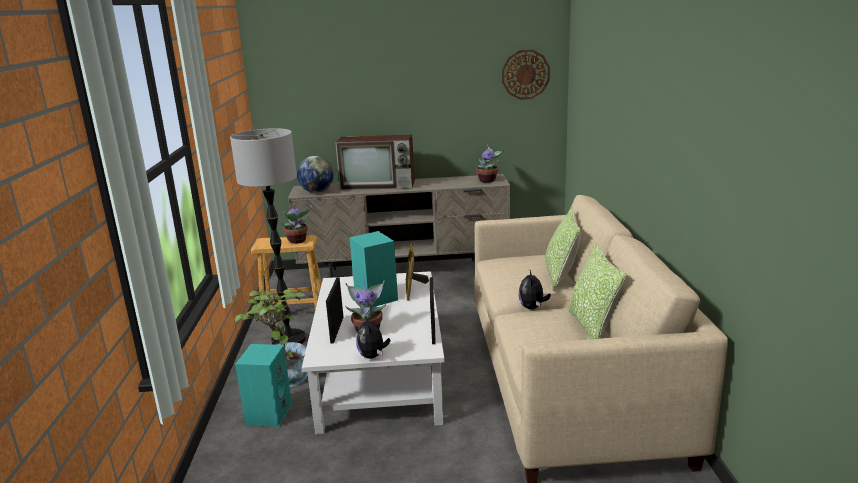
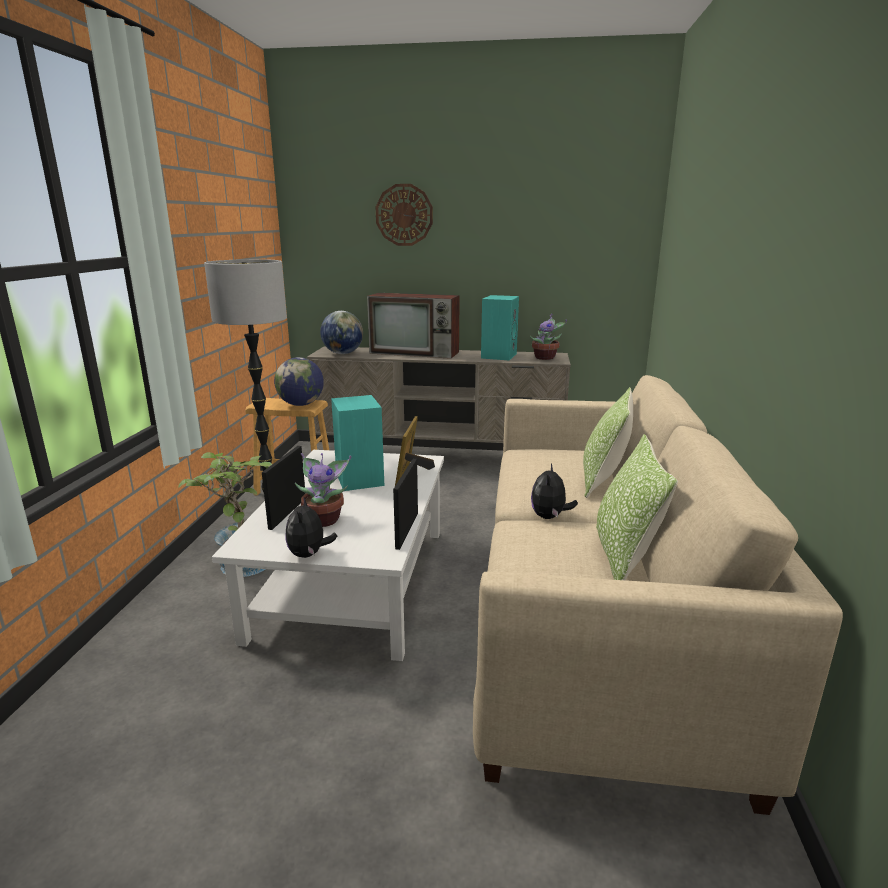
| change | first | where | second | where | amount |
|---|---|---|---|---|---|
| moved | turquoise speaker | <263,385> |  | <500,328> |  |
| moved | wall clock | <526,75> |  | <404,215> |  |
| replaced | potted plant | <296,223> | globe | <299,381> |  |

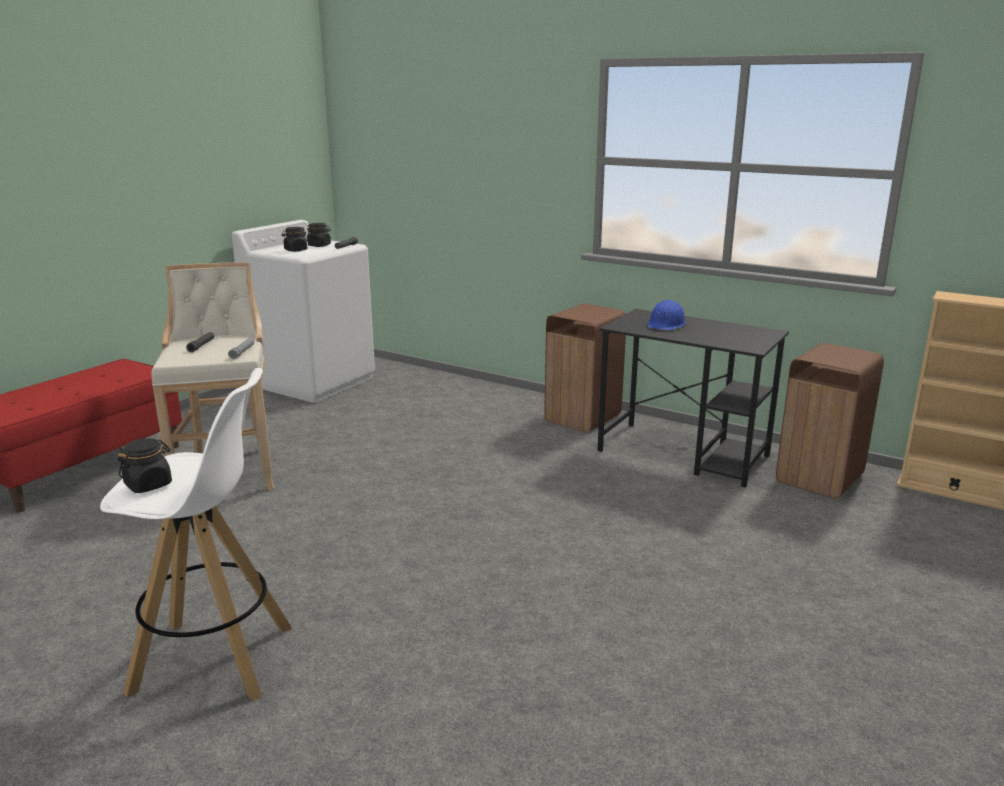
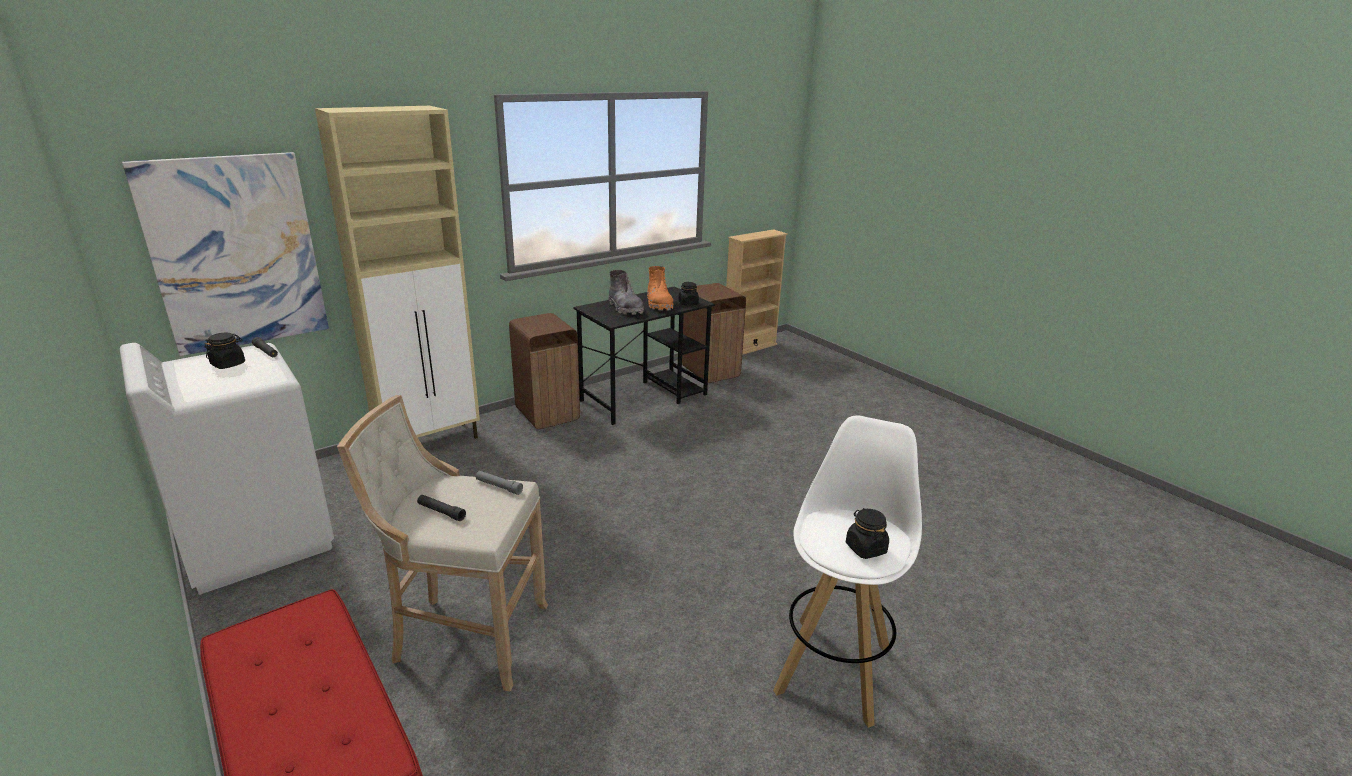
| change | first | where | second | where | amount |
|---|---|---|---|---|---|
| added |  |  | picture | <225,254> |  |
| added |  |  | beige cabinet | <397,272> |  |
| added |  |  | orange boot | <660,288> |  |
| moved | black jar | <295,239> |  | <689,293> |  |
| replaced | blue hard hat | <667,315> | grey boot | <626,292> |  |

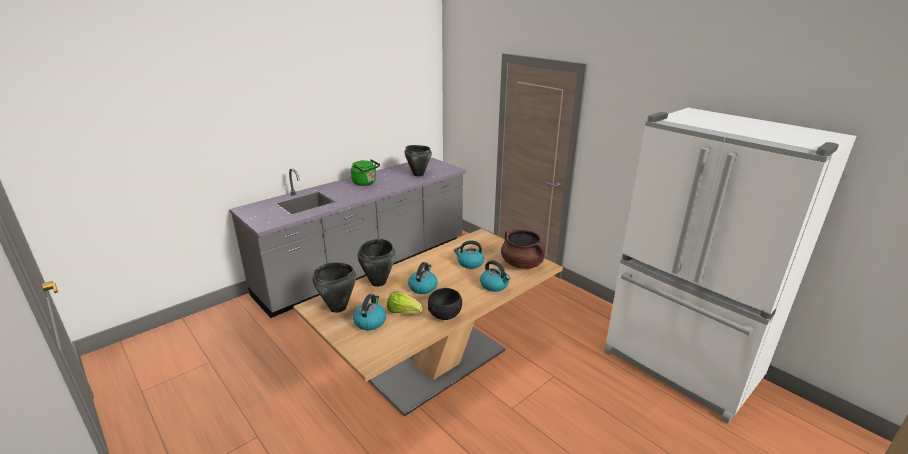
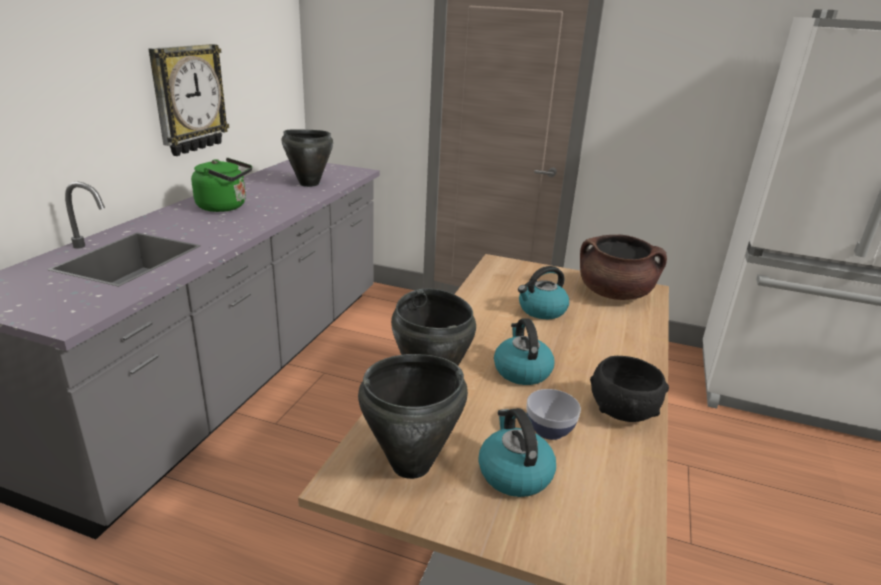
| change | first | where | second | where | amount |
|---|---|---|---|---|---|
| removed | kettle | <495,276> |  |  |  |
| added |  |  | wall clock | <188,100> |  |
| replaced | lettuce | <405,302> | bowl | <553,414> |  |

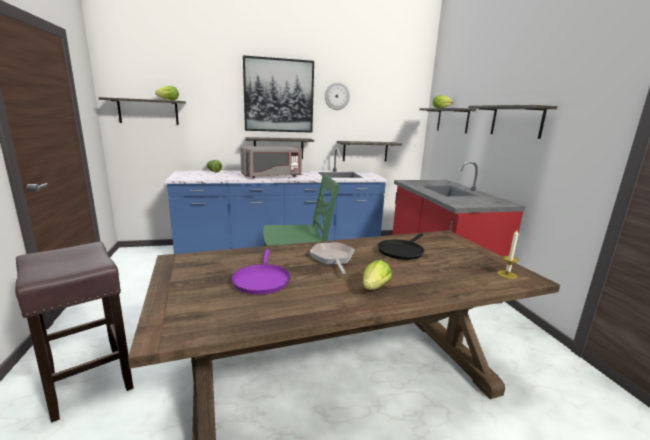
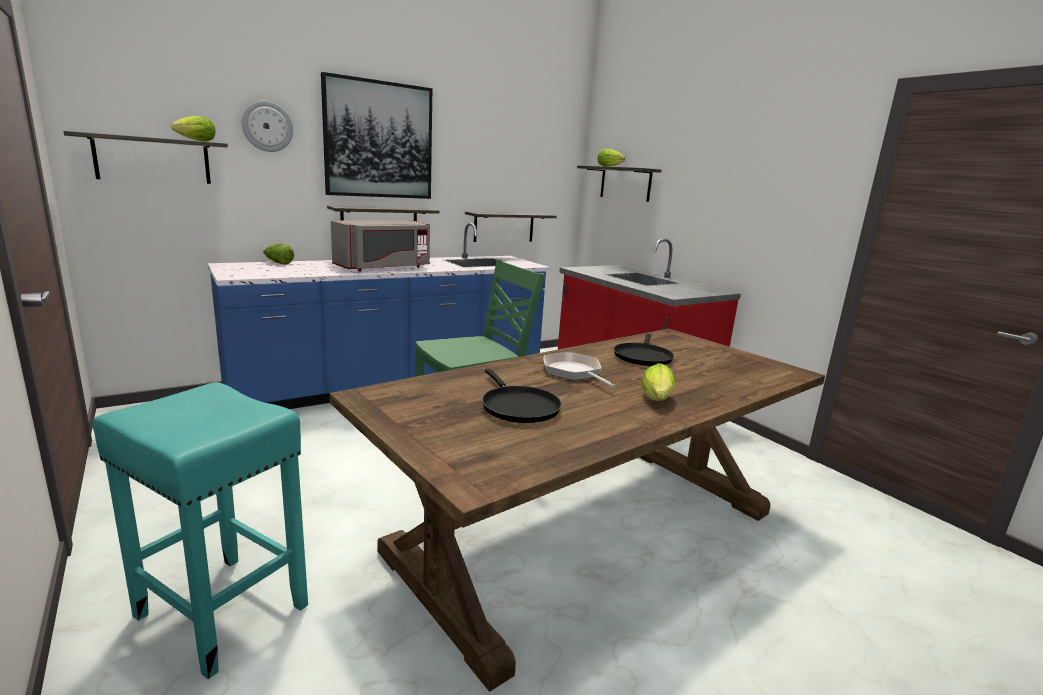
| change | first | where | second | where | amount |
|---|---|---|---|---|---|
| removed | shelf | <513,122> |  |  |  |
| removed | candle | <508,254> |  |  |  |
| moved | wall clock | <337,96> |  | <267,126> |  |
| recoloured | brown stool | <74,332> | turquoise stool | <200,530> |  |
| recoloured | purple frying pan | <261,271> | black frying pan | <522,396> |  |

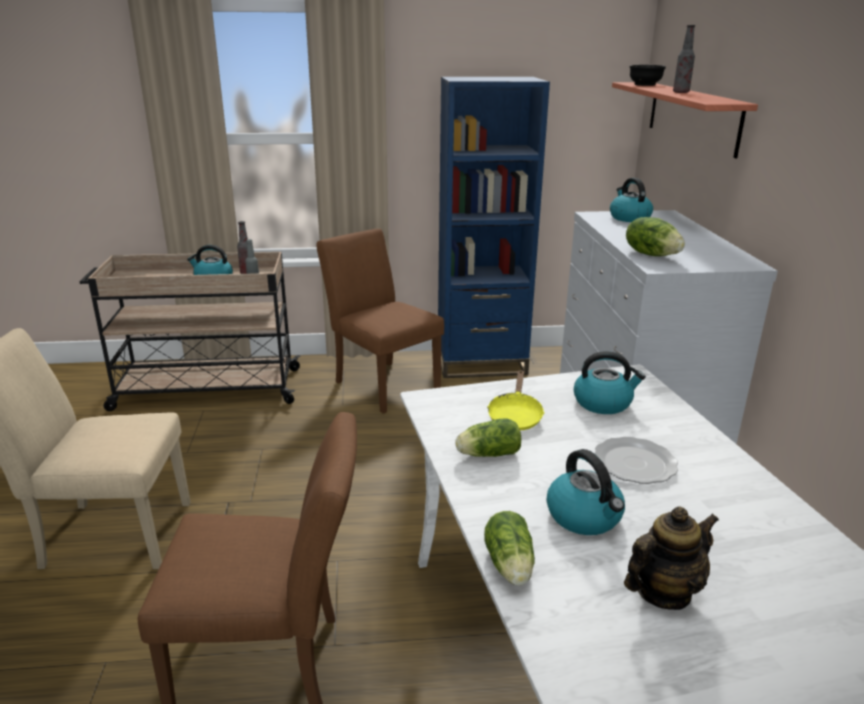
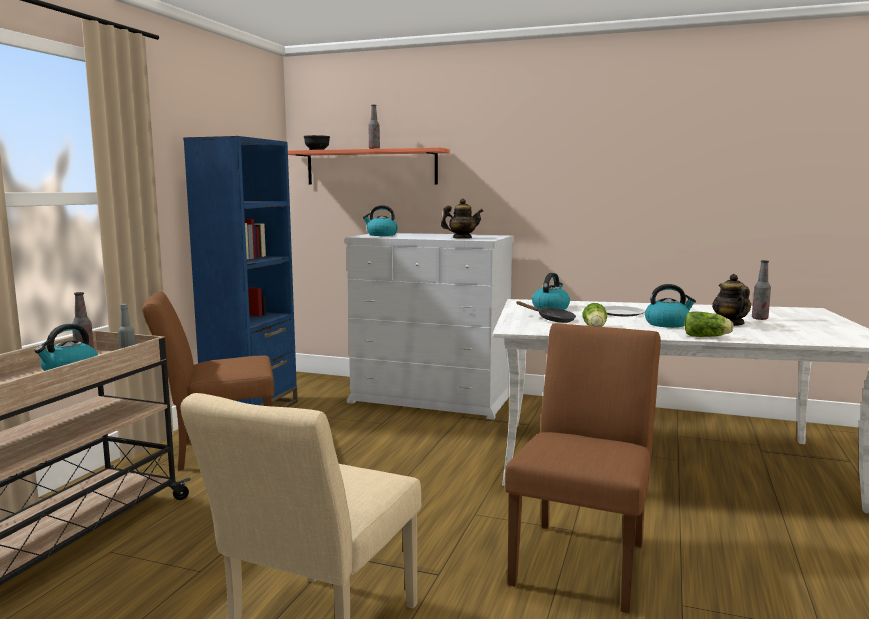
| change | first | where | second | where | amount |
|---|---|---|---|---|---|
| added |  |  | bottle | <761,290> |  |
| replaced | lettuce | <655,236> | teapot | <462,218> |  |
| recoloured | yellow frying pan | <516,400> | black frying pan | <546,312> |  |

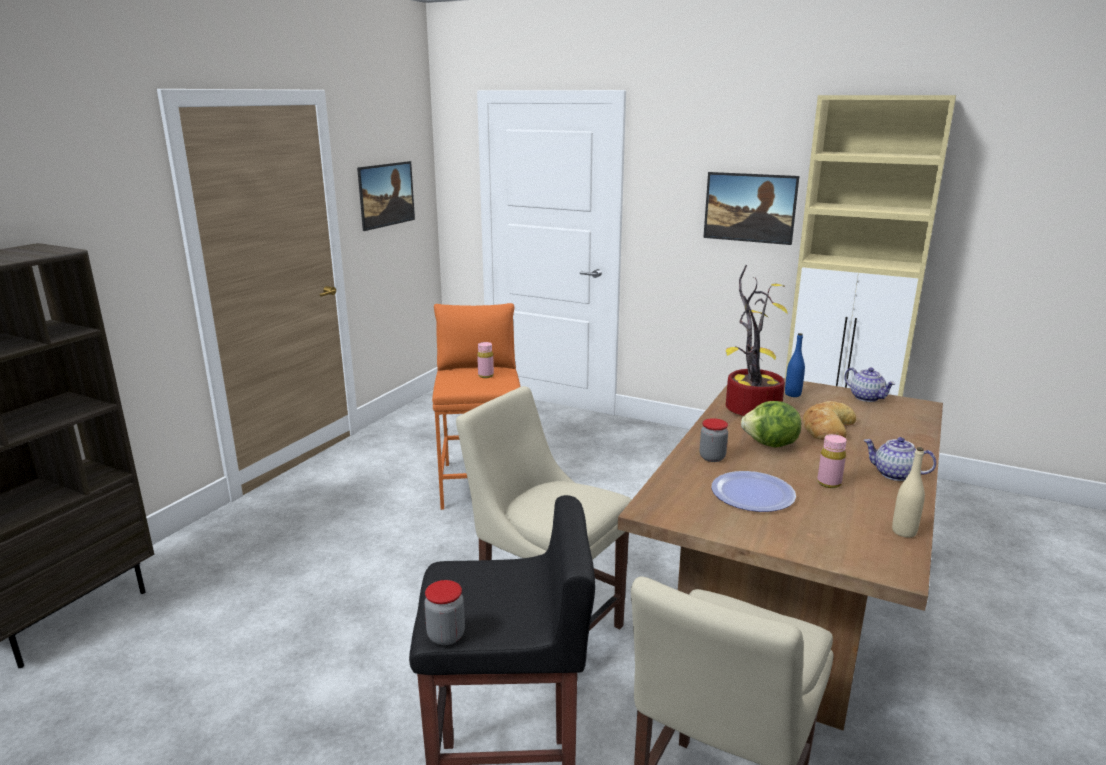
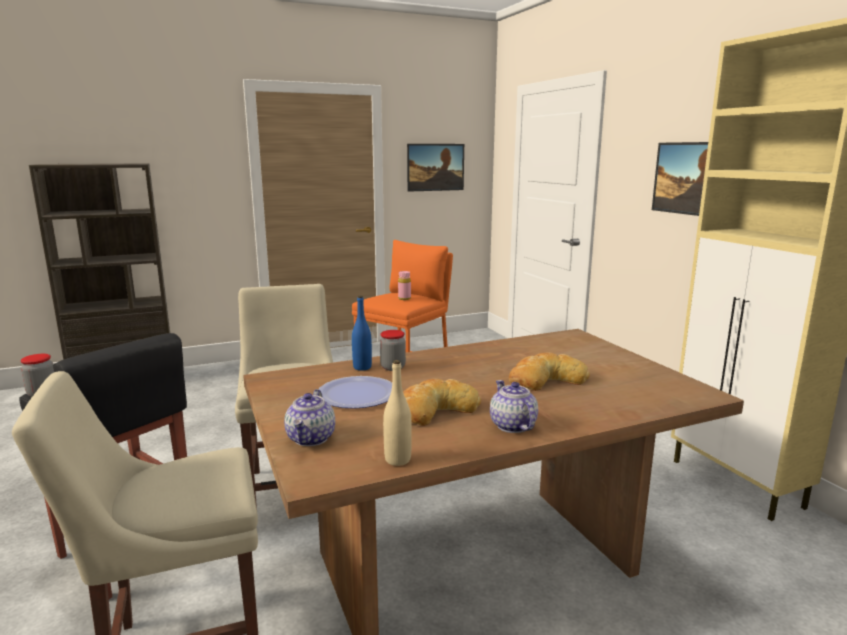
| change | first | where | second | where | amount |
|---|---|---|---|---|---|
| removed | potted plant | <757,340> |  |  |  |
| removed | lettuce | <771,424> |  |  |  |
| moved | blue bottle | <795,365> |  | <362,333> |  |
| moved | teapot | <869,385> |  | <309,417> |  |
| replaced | pink bottle | <832,461> | bread | <442,402> |  |

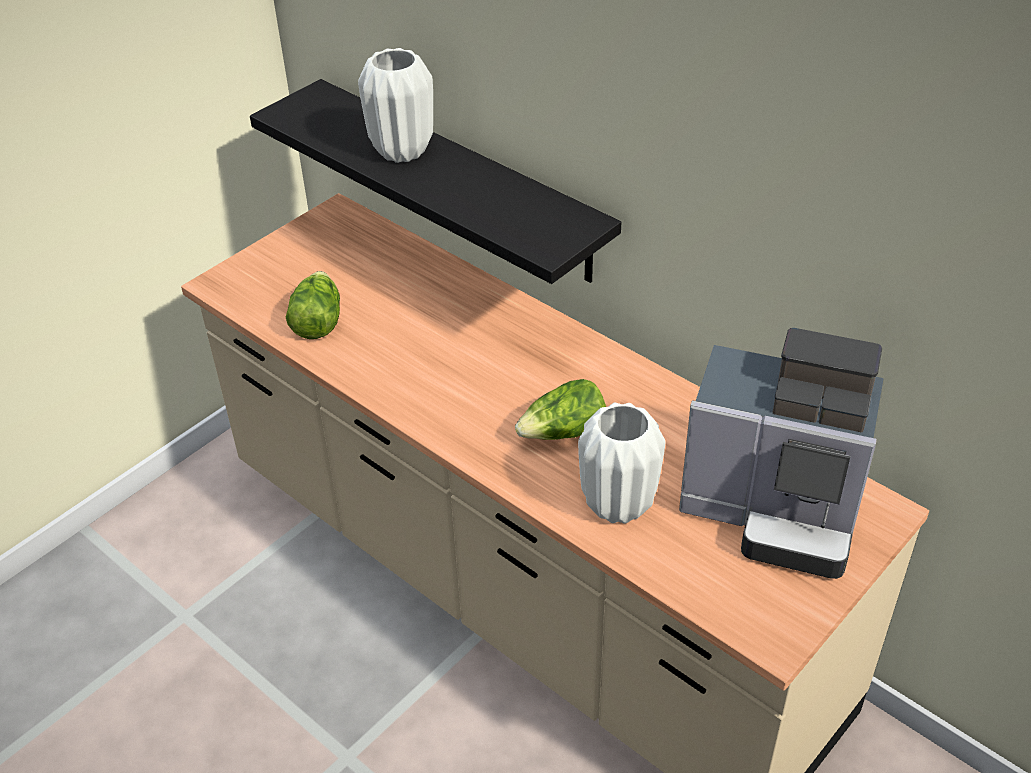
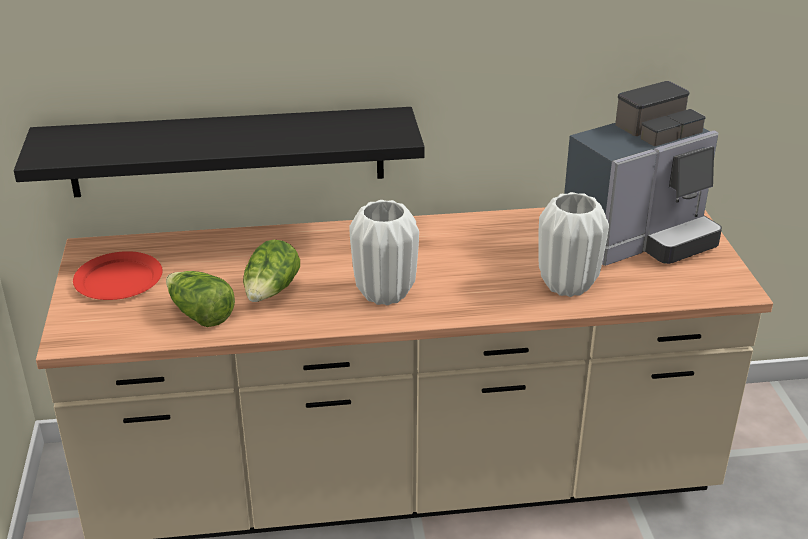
| change | first | where | second | where | amount |
|---|---|---|---|---|---|
| added |  |  | red plate | <118,275> |  |
| moved | white vase | <395,105> |  | <384,252> |  |
| moved | lettuce | <560,409> |  | <271,271> |  |

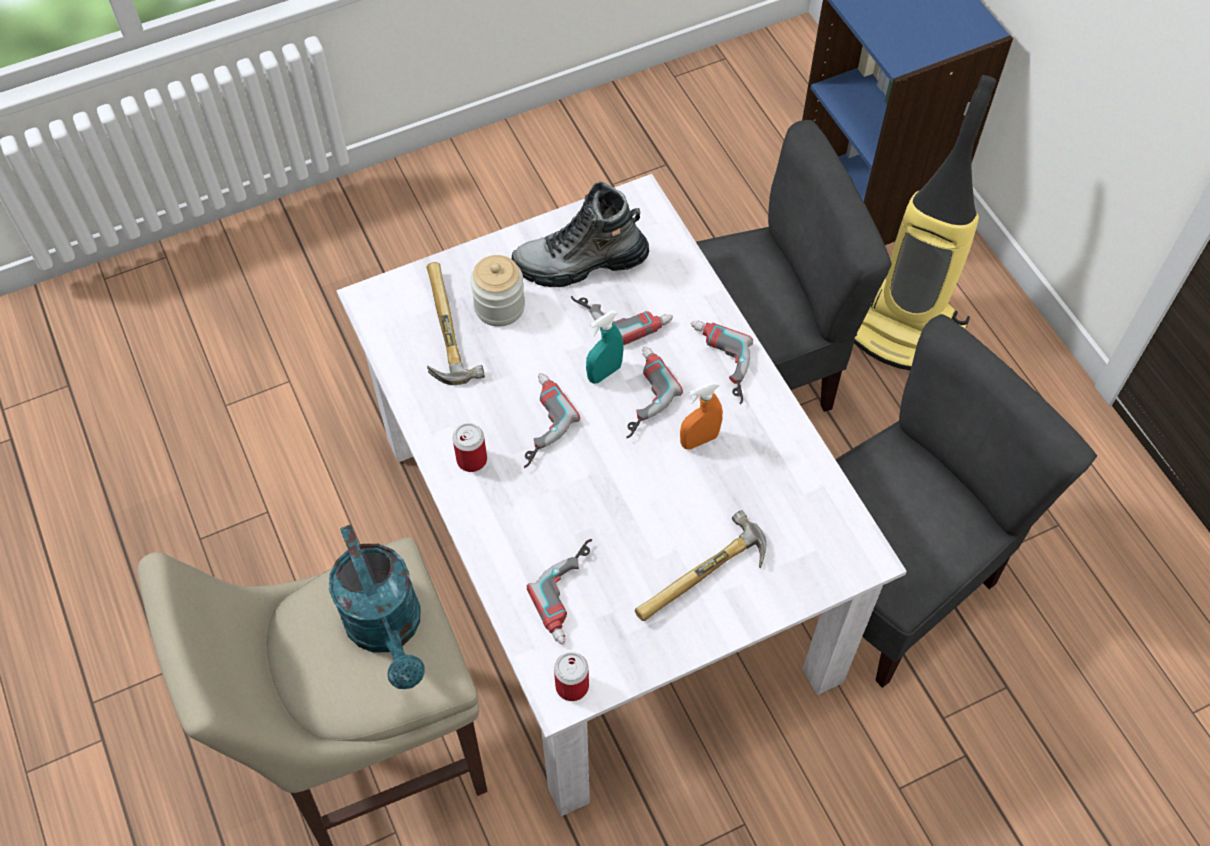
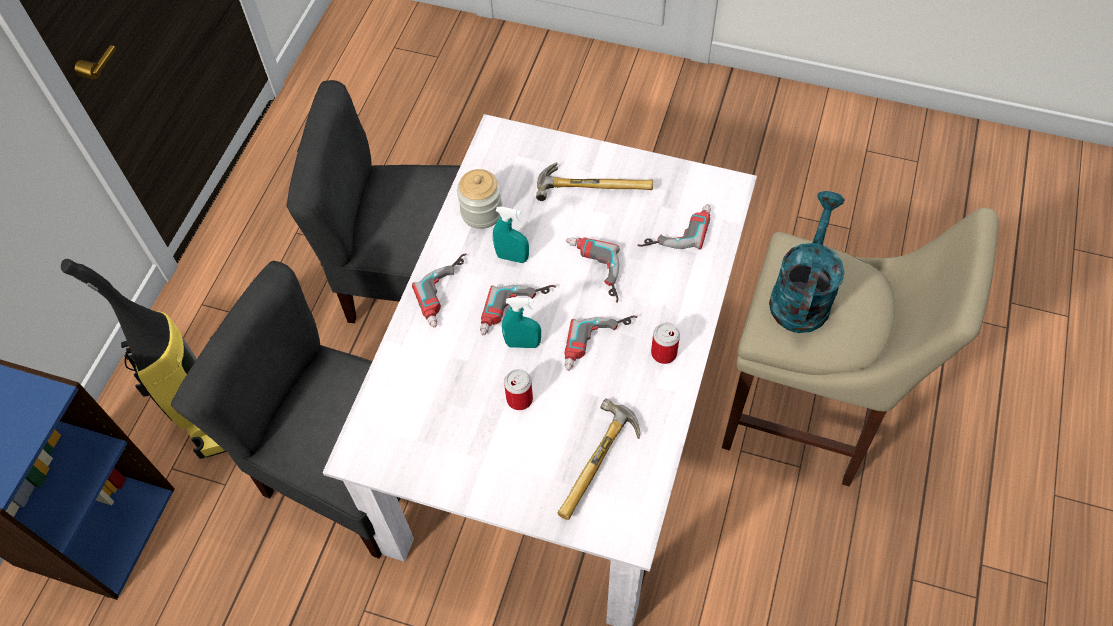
| change | first | where | second | where | amount |
|---|---|---|---|---|---|
| removed | boot | <580,234> |  |  |  |
| moved | jar | <497,291> |  | <480,199> |  |
| moved | can | <571,676> |  | <518,389> |  |
| moved | power drill | <622,321> |  | <593,269> |  |
| recoloured | orange spray bottle | <701,415> | turquoise spray bottle | <511,234> |  |

